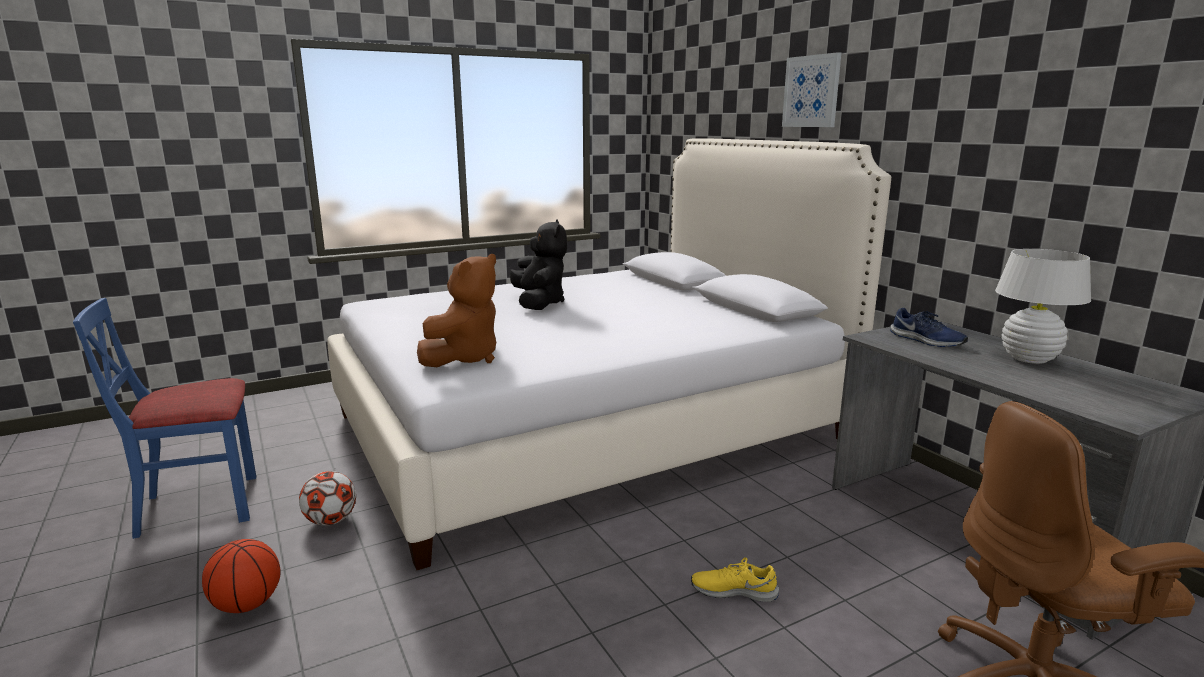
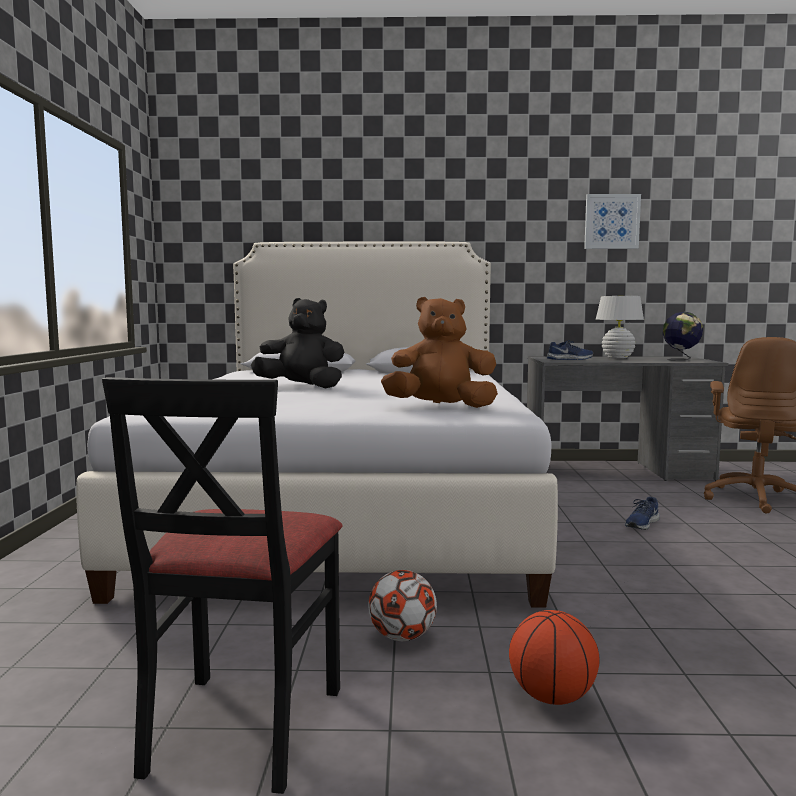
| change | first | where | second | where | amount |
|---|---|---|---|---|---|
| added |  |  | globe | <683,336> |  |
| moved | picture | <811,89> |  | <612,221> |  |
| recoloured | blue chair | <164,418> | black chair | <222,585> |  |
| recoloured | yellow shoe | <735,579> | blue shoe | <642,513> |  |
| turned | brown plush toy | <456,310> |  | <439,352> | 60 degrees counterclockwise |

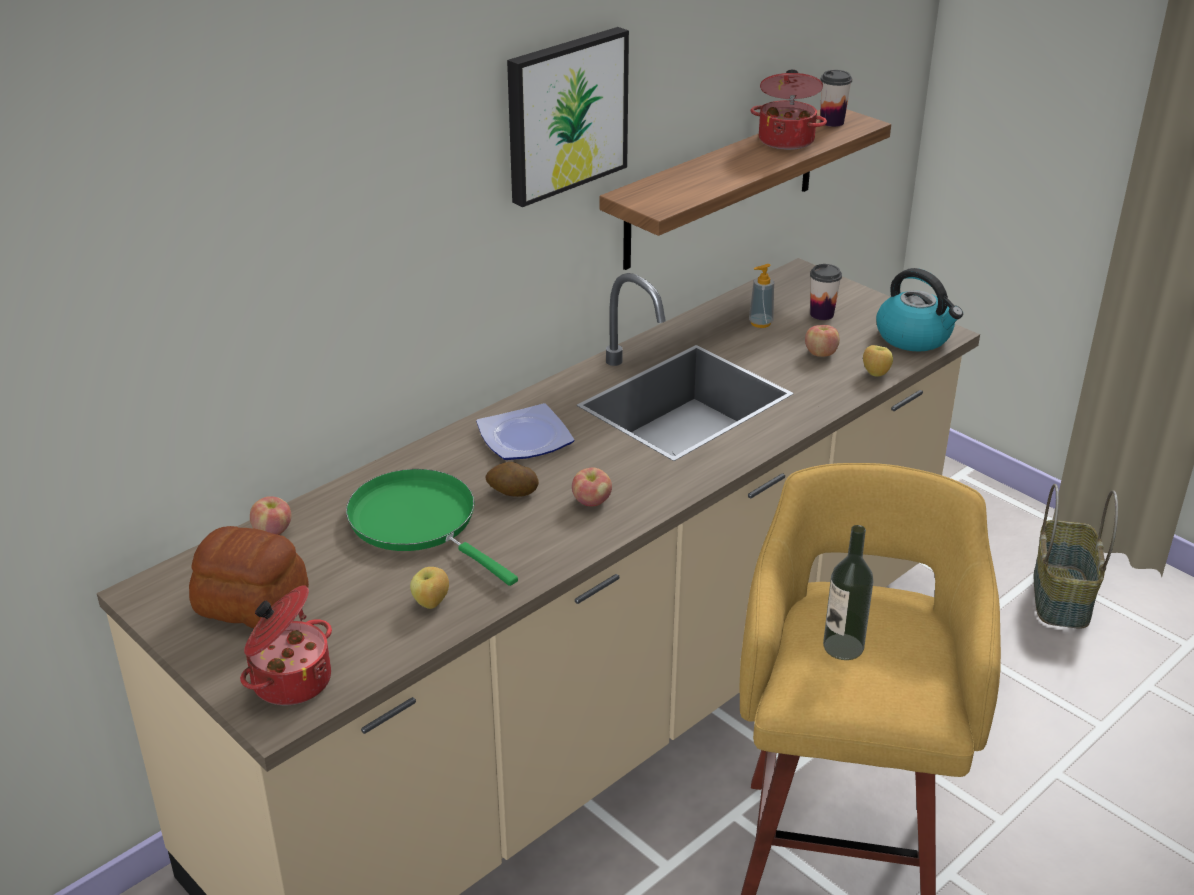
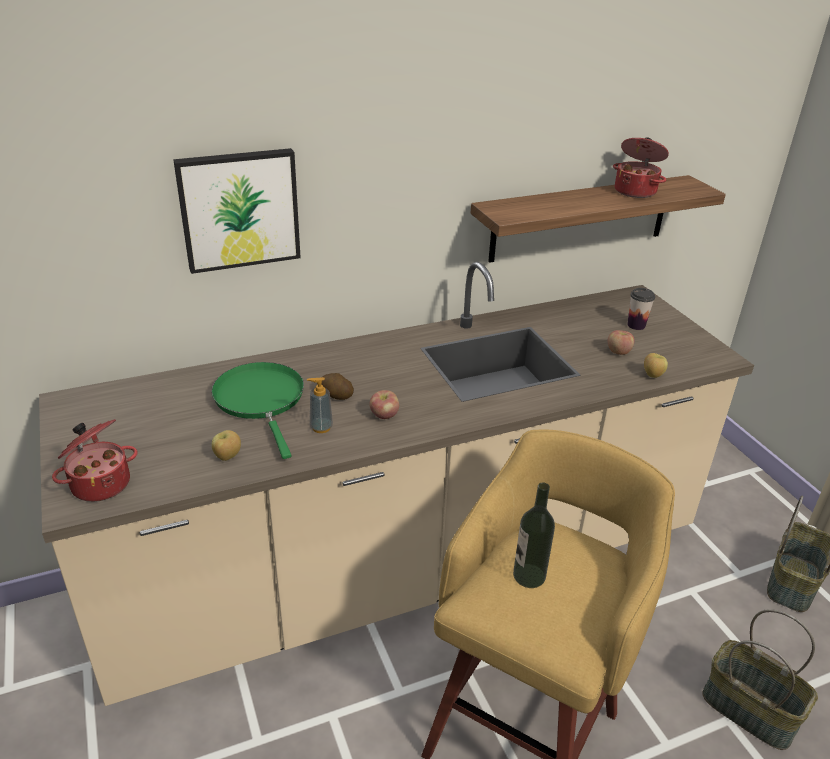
| change | first | where | second | where | amount |
|---|---|---|---|---|---|
| removed | bread | <249,577> |  |  |  |
| removed | apple | <270,515> |  |  |  |
| removed | plate | <525,431> |  |  |  |
| removed | cup | <836,98> |  |  |  |
| removed | kettle | <919,310> |  |  |  |
| added |  |  | basket | <760,679> |  |
| moved | picture | <568,117> |  | <237,211> |  |
| moved | soap dispenser | <761,296> |  | <320,405> |  |

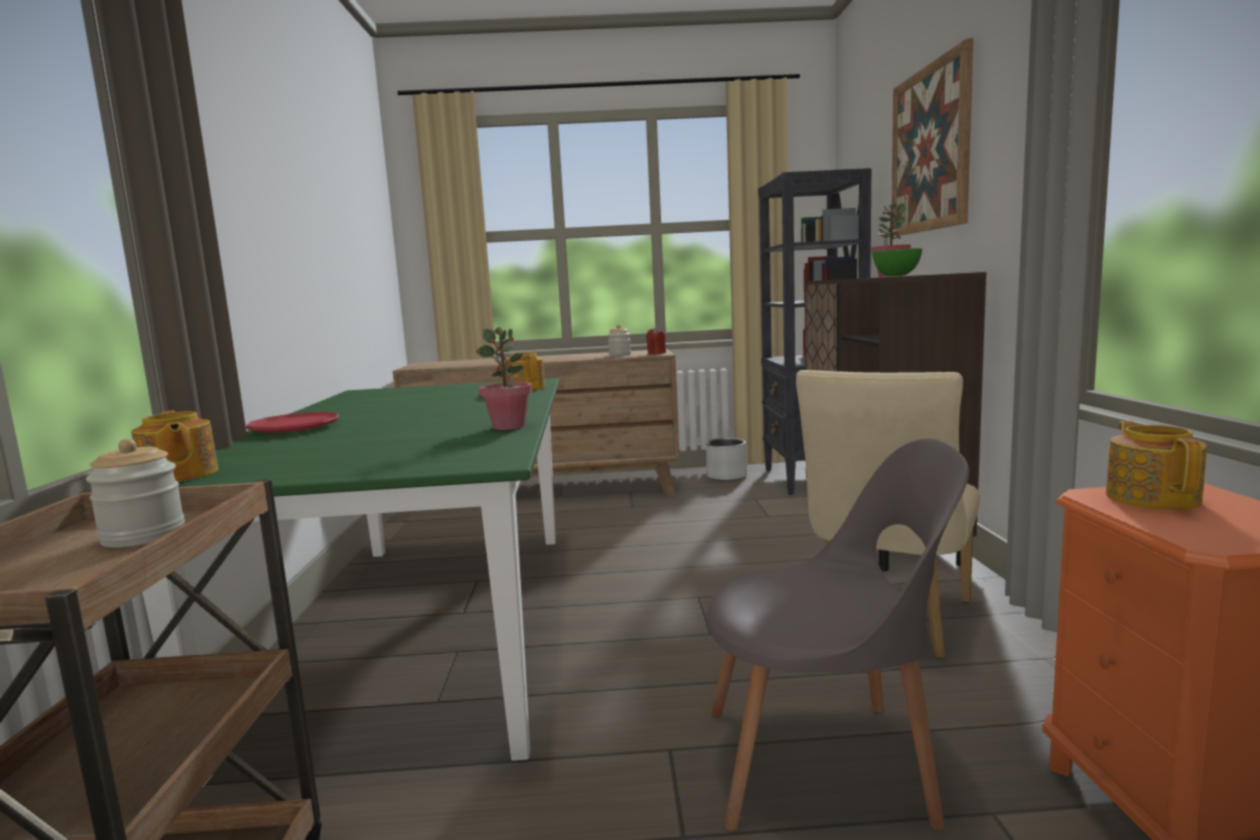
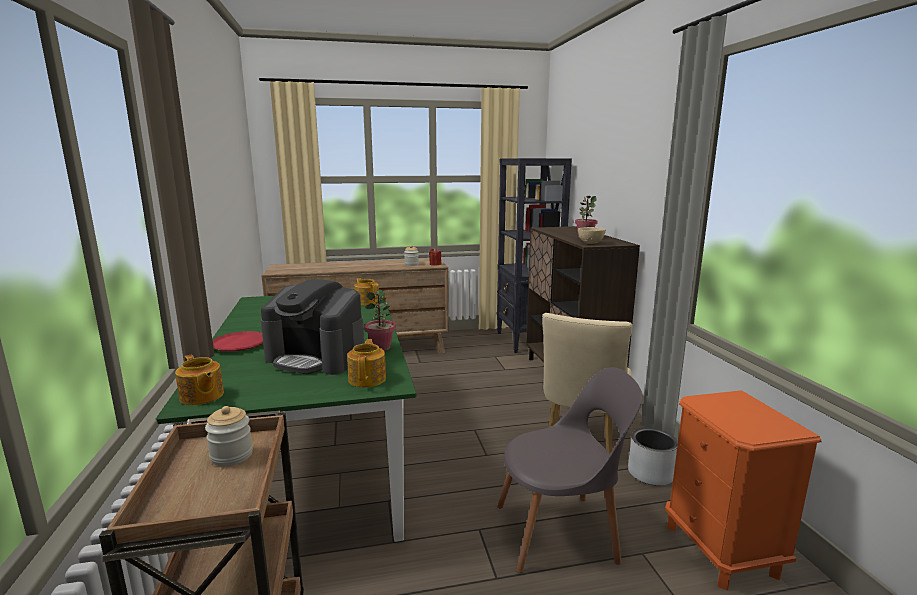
| change | first | where | second | where | amount |
|---|---|---|---|---|---|
| removed | picture | <932,137> |  |  |  |
| added |  |  | coffee machine | <312,327> |  |
| moved | grey planter | <726,459> |  | <653,457> |  |
| moved | teapot | <1156,465> |  | <366,363> |  |
| recoloured | green bowl | <897,262> | beige bowl | <592,235> |  |

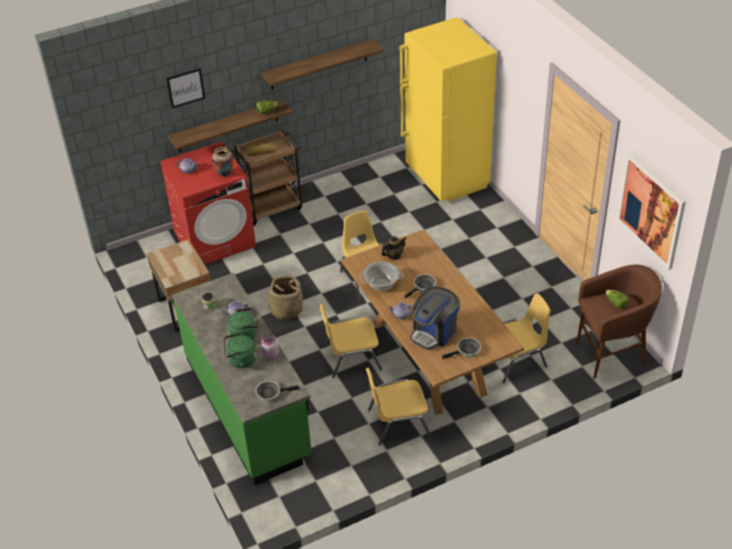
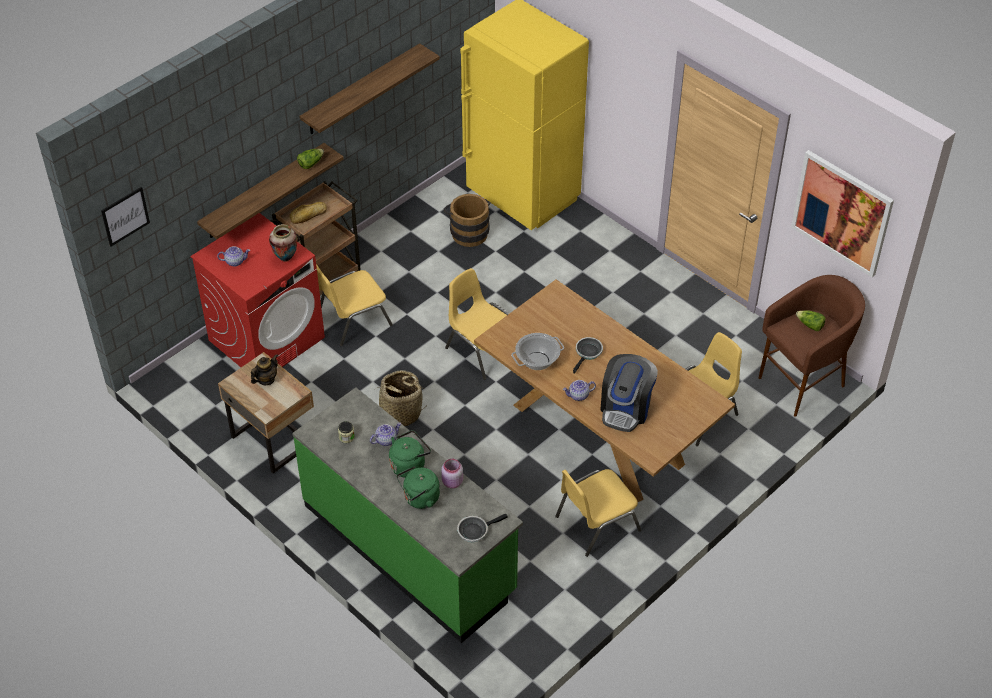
| change | first | where | second | where | amount |
|---|---|---|---|---|---|
| removed | frying pan | <461,348> |  |  |  |
| added |  |  | brown bucket | <467,220> |  |
| moved | picture | <185,88> |  | <125,217> |  |
| moved | yellow chair | <350,341> |  | <354,305> |  |
| moved | teapot | <393,248> |  | <264,369> |  |

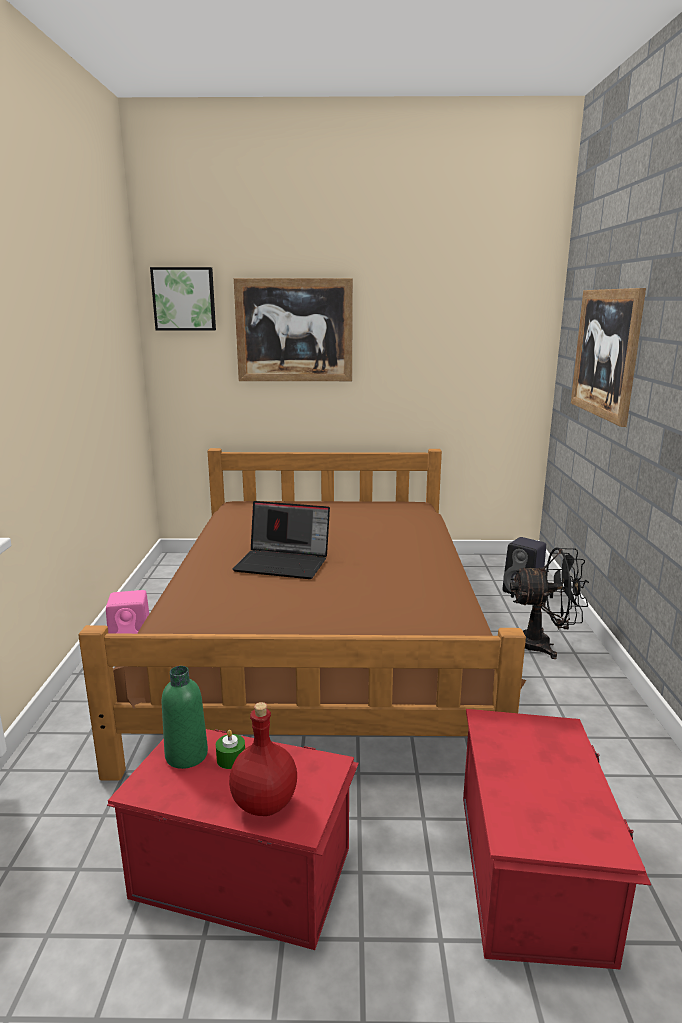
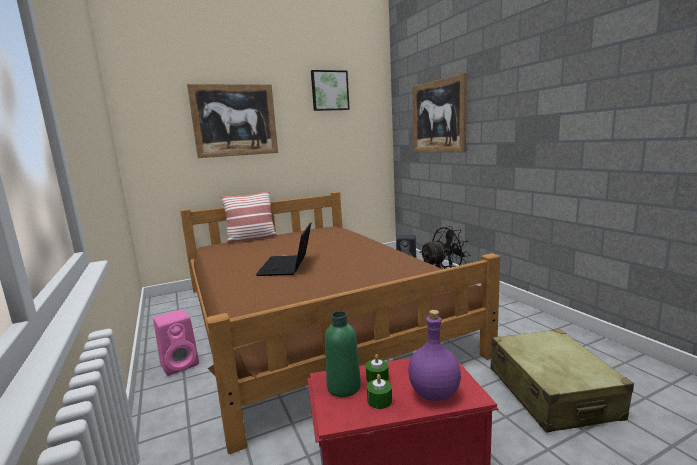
| change | first | where | second | where | amount |
|---|---|---|---|---|---|
| added |  |  | pillow | <248,217> |  |
| added |  |  | green candle | <379,391> |  |
| moved | picture | <183,299> |  | <330,90> |  |
| replaced | red storage box | <557,839> | beige suitcase | <562,381> |  |
| recoloured | red bottle | <263,759> | purple bottle | <434,355> |  |
| turned | laptop | <281,540> |  | <283,249> | 105 degrees clockwise |

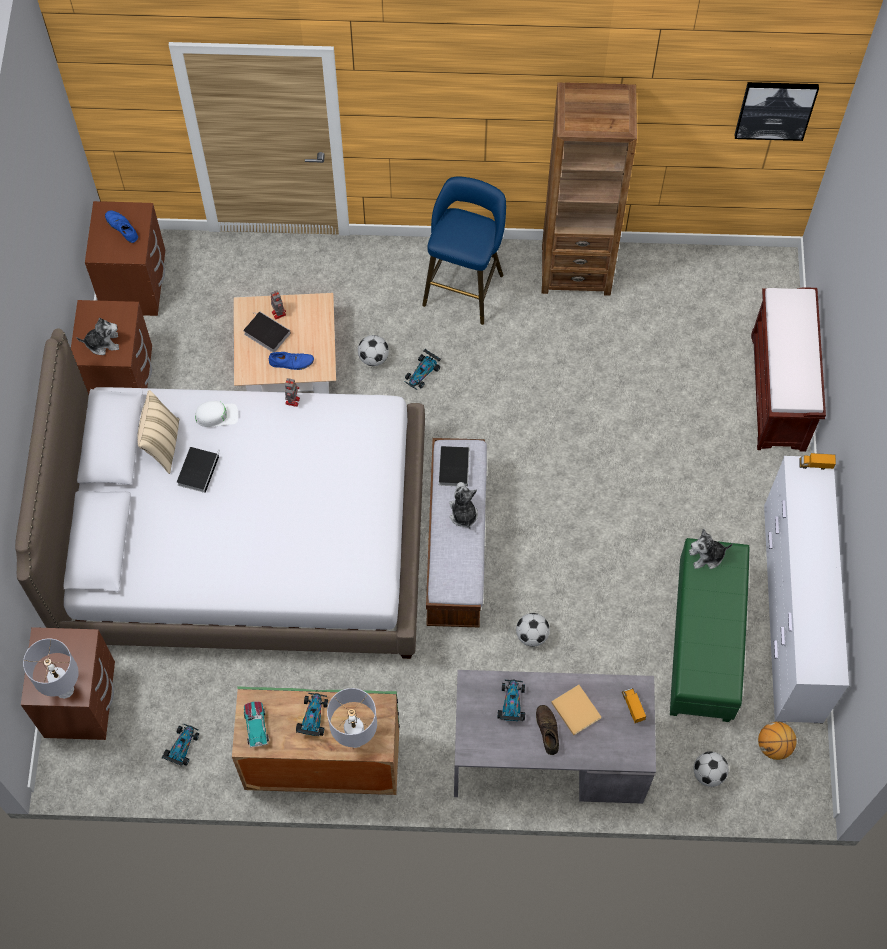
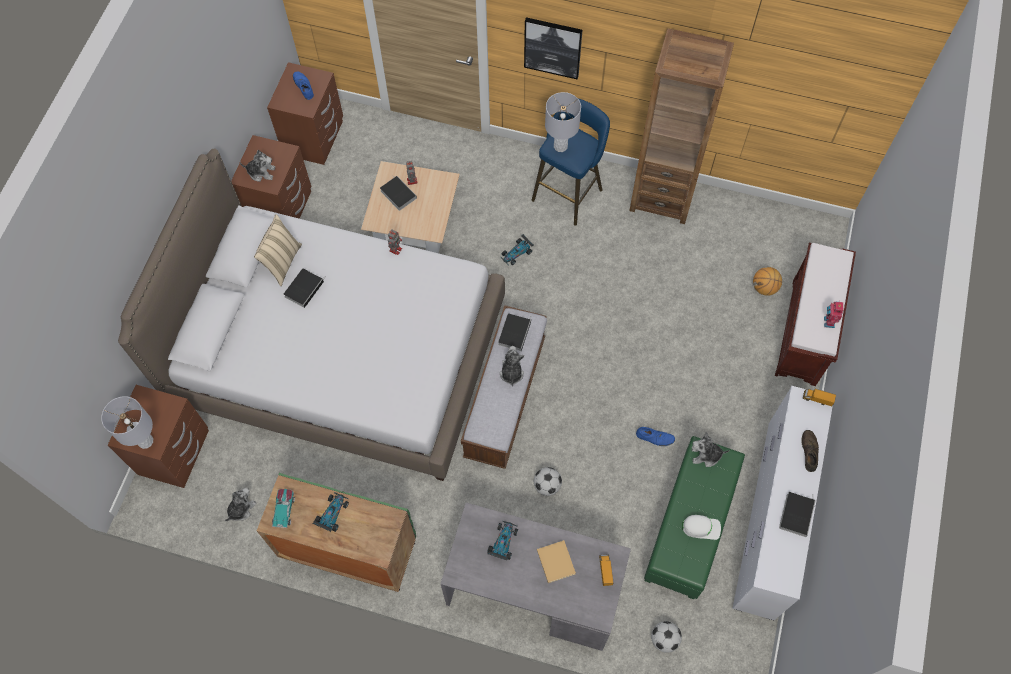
| change | first | where | second | where | amount |
|---|---|---|---|---|---|
| removed | football | <373,350> |  |  |  |
| added |  |  | book | <797,514> |  |
| added |  |  | toy robot | <833,315> |  |
| moved | white cap | <216,414> |  | <701,527> |  |
| moved | blue shoe | <291,361> |  | <655,436> |  |
| moved | grey table lamp | <352,718> |  | <563,122> |  |
| moved | brown shoe | <547,730> |  | <810,451> |  |
| moved | picture | <777,111> |  | <553,48> |  |
| moved | basketball | <777,741> |  | <767,281> |  |
| replaced | toy car | <180,745> | plush toy | <240,504> |  |

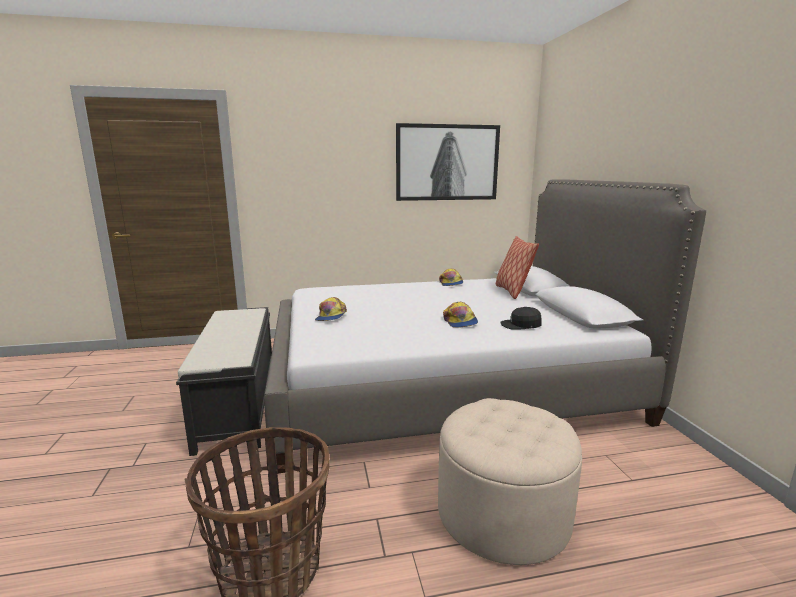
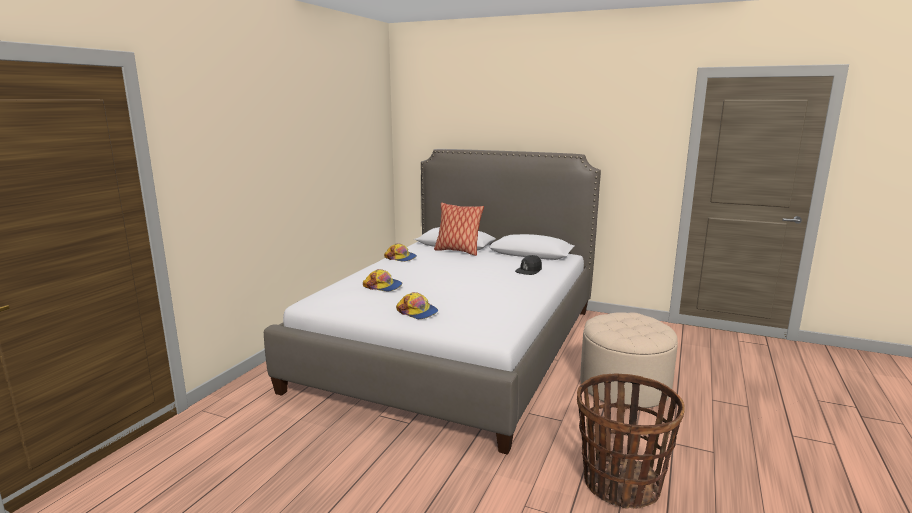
| change | first | where | second | where | amount |
|---|---|---|---|---|---|
| removed | black bench | <224,381> |  |  |  |
| removed | picture | <448,162> |  |  |  |
| moved | cap | <460,315> |  | <382,280> |  |

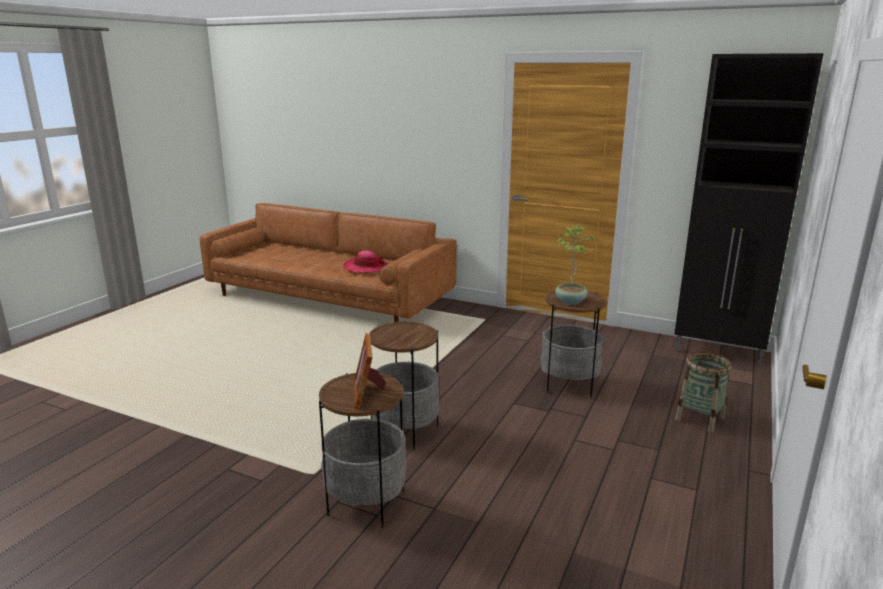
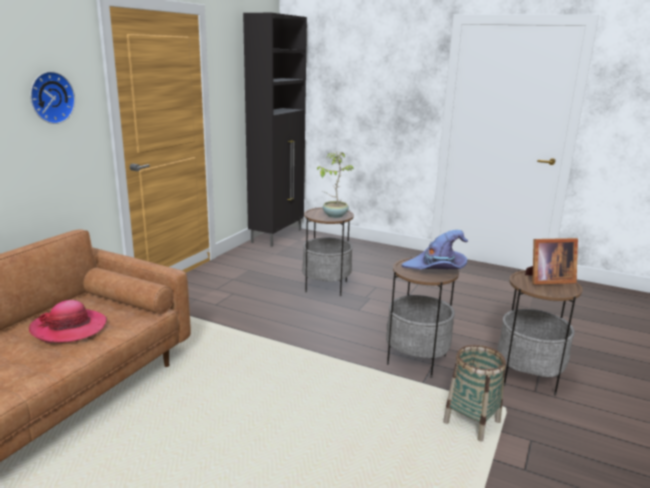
| change | first | where | second | where | amount |
|---|---|---|---|---|---|
| added |  |  | wall clock | <52,97> |  |
| added |  |  | purple hat | <435,250> |  |
| moved | basket | <703,392> |  | <474,393> |  |

